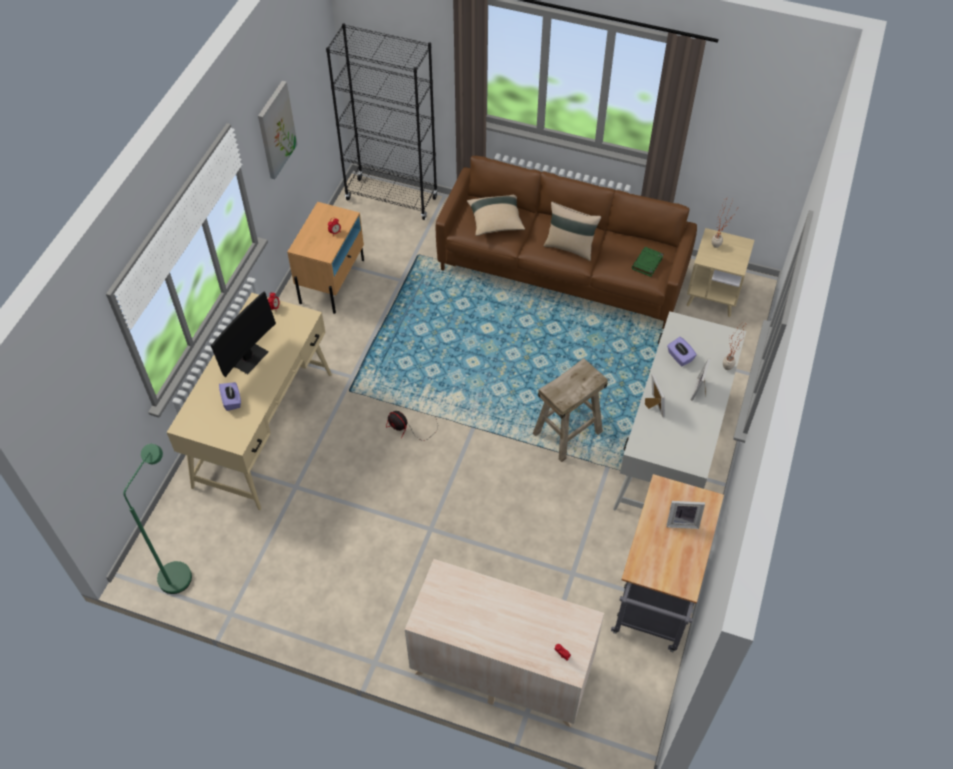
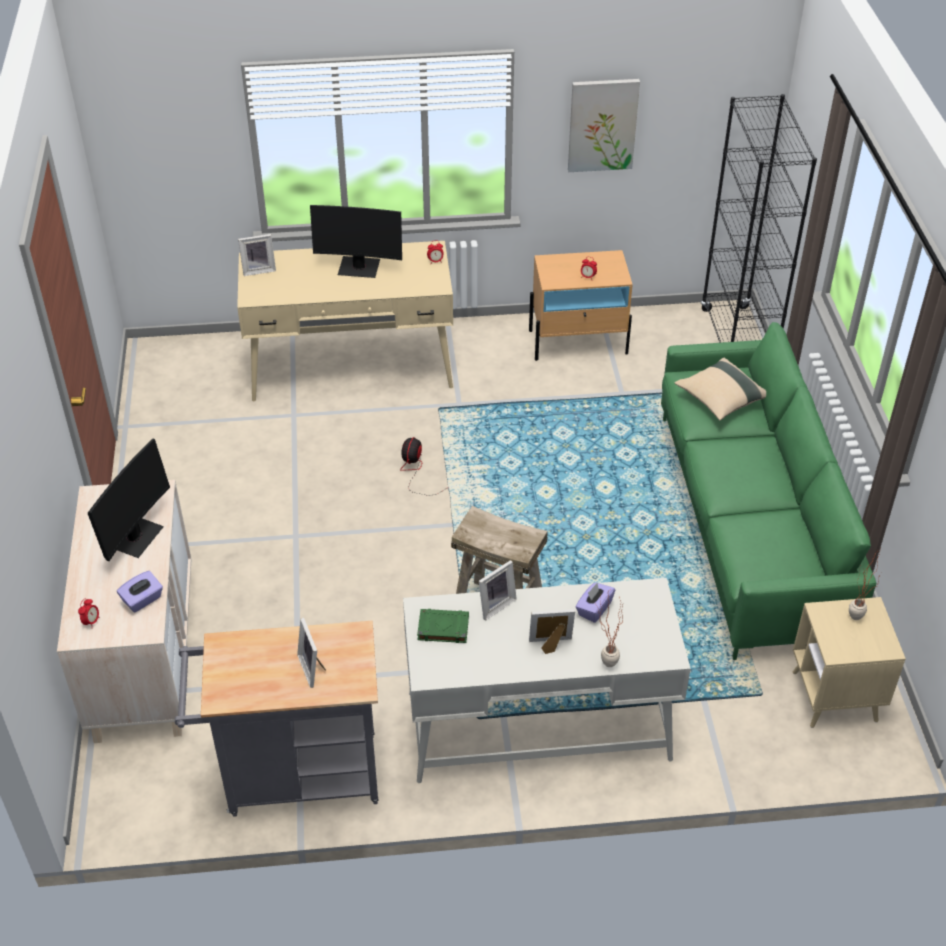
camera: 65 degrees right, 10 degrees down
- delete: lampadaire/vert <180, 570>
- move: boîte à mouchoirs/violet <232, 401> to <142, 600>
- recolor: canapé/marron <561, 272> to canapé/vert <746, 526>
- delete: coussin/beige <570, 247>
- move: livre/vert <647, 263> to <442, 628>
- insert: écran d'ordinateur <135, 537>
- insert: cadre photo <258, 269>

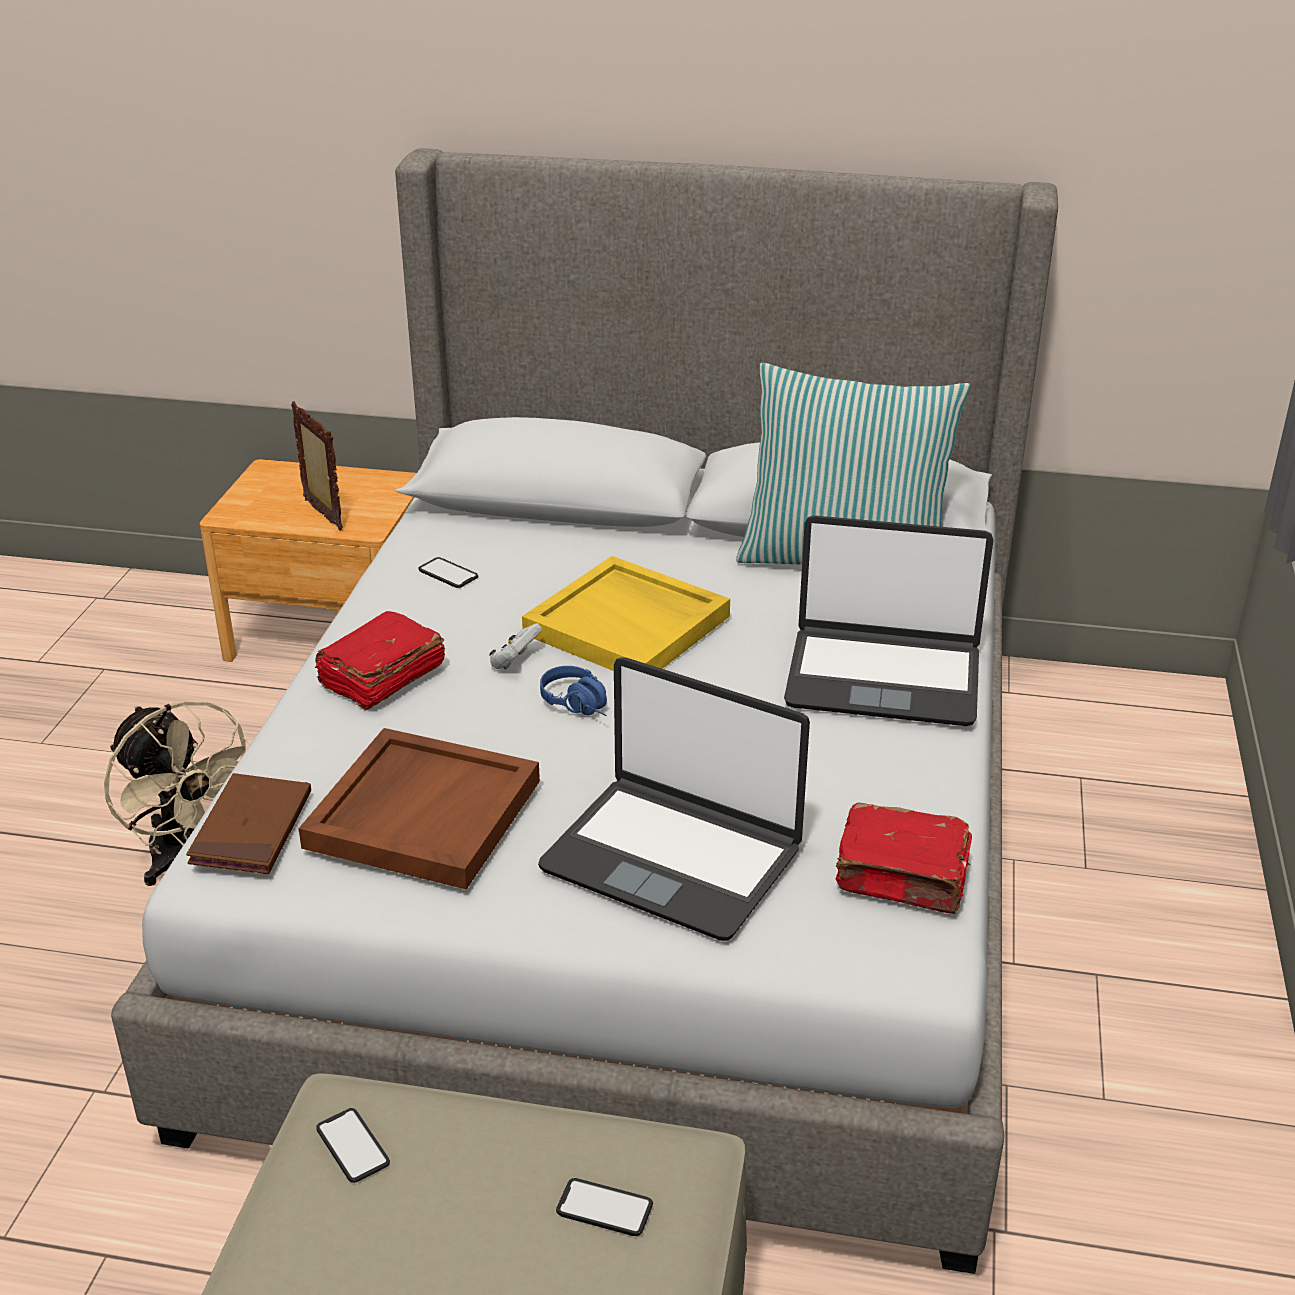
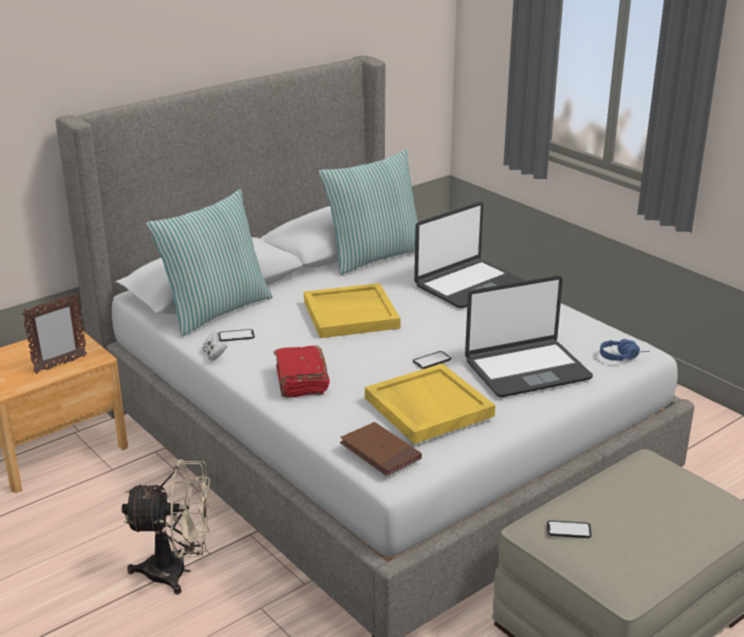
camera: 50 degrees left, 5 degrees down
- rotate: cadre photo <322, 515> = <60, 364> 135 degrees clockwise
- recolor: plateau/marron <423, 812> to plateau/jaune <427, 407>
- move: manette/blanc <515, 661> to <214, 355>
- move: casque audio/bleu <581, 705> to <623, 357>
- move: téléphone <604, 1208> to <432, 360>
- delete: livre/rouge <903, 878>
- insert: coussin <215, 310>

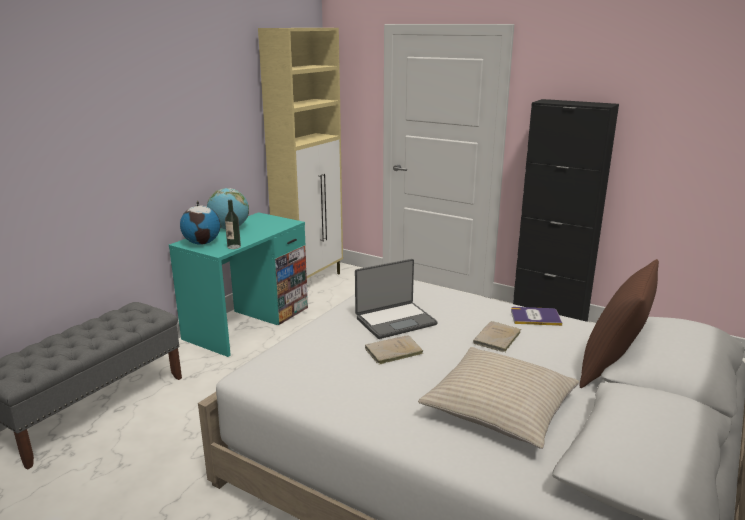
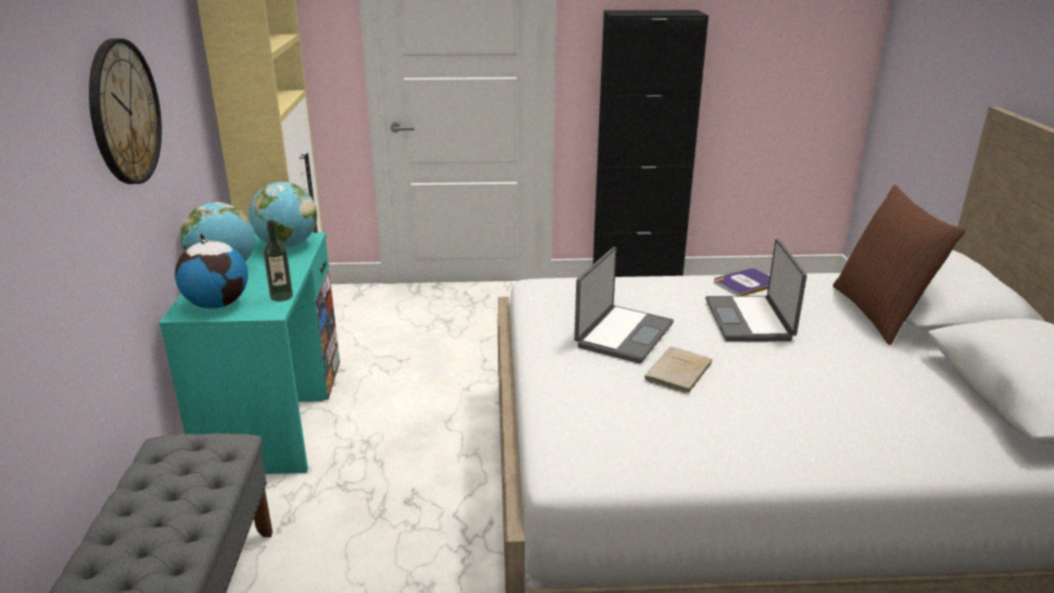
camera: 35 degrees left, 5 degrees up
- delete: coussin/beige <499, 408>
- replace: livre/beige <496, 339> to ordinateur portable <750, 320>
- insert: horloge murale <124, 112>
- insert: globe <287, 245>

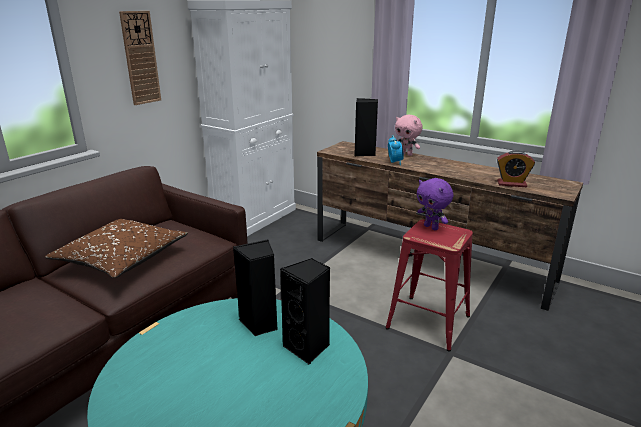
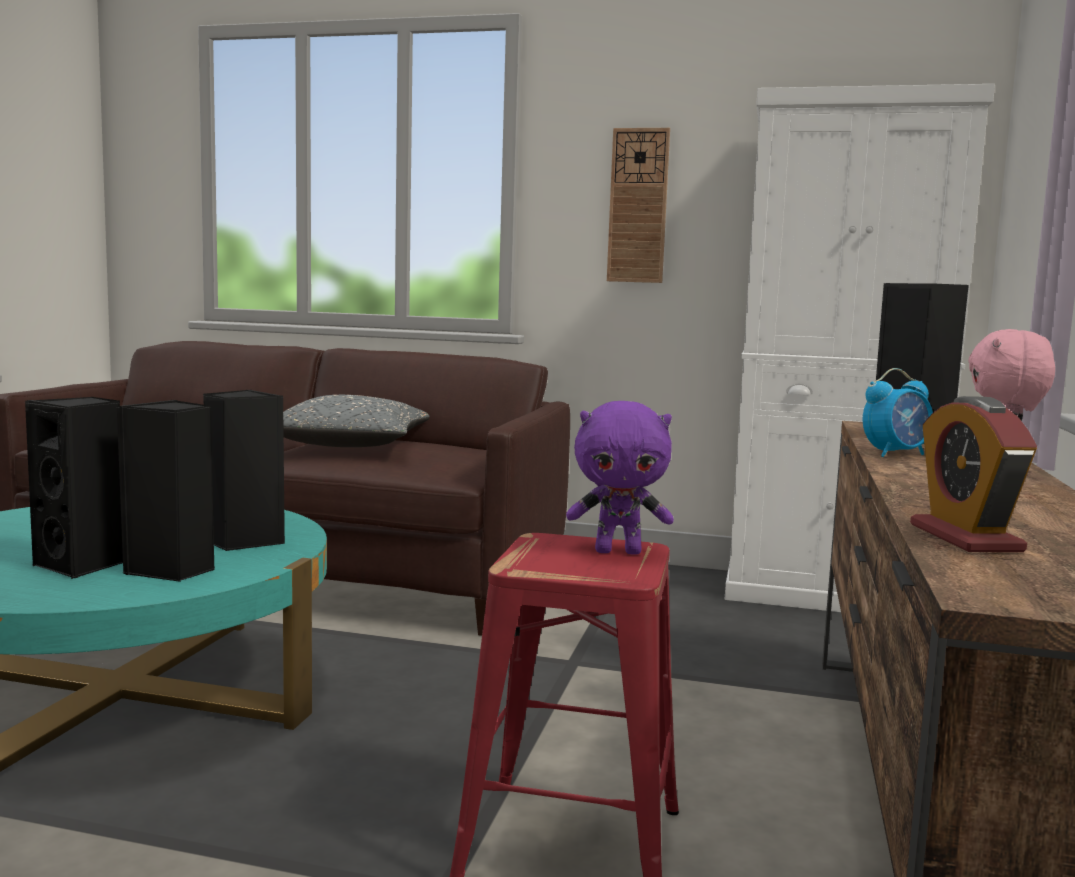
camera: 70 degrees right, 15 degrees down
- recolor: coussin/marron <121, 259> to coussin/gris <349, 445>
- rotate: peluche/violet <431, 227> = <618, 551> 120 degrees counterclockwise
- insert: enceinte/noir <82, 565>

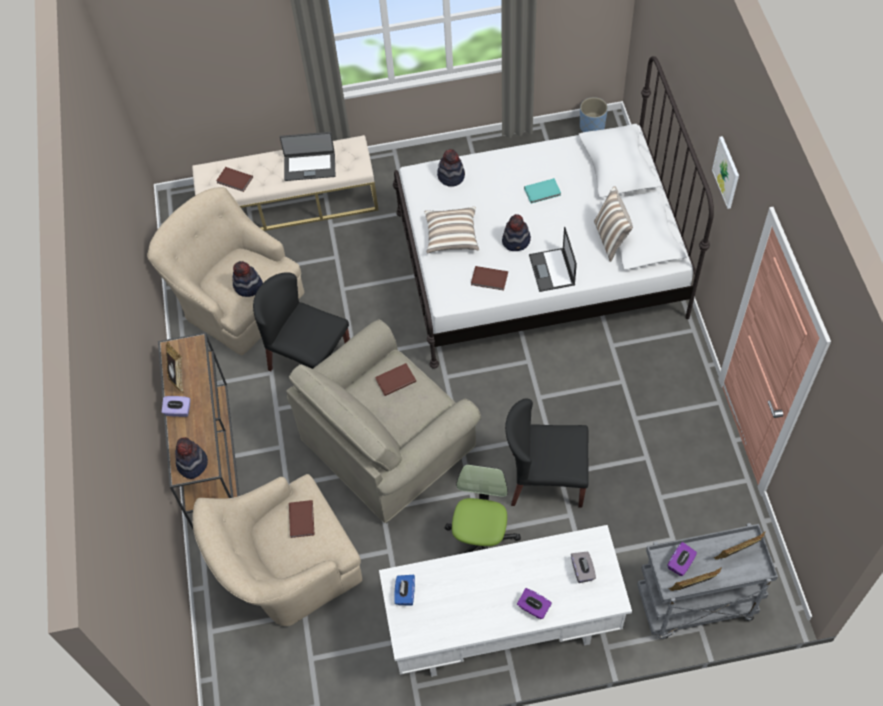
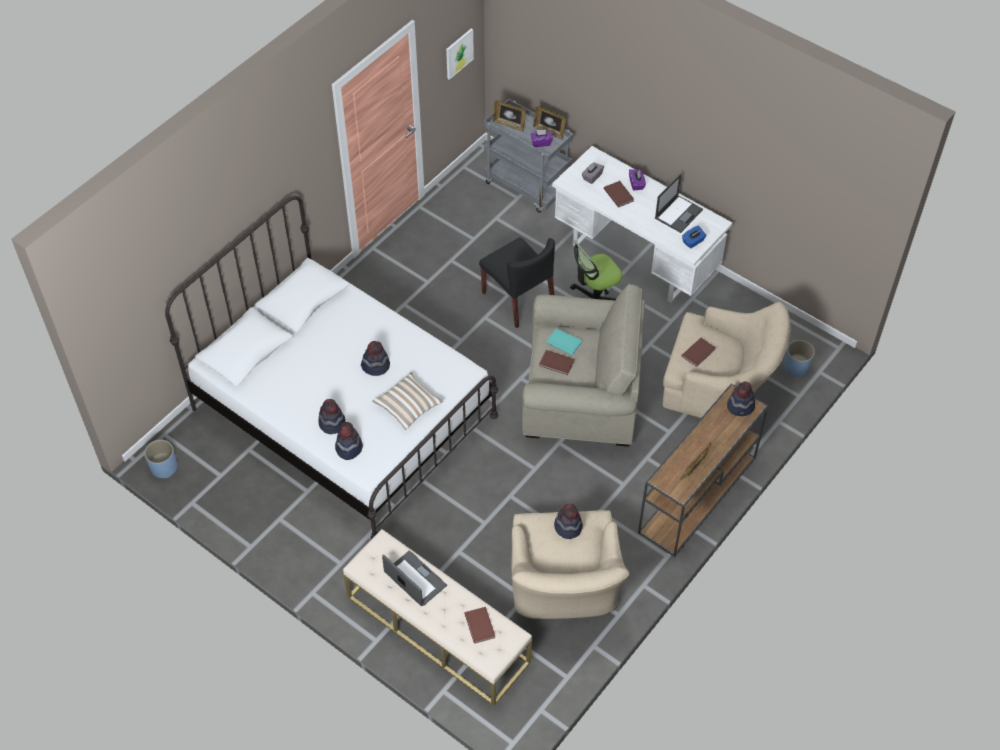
camera: 135 degrees left, 5 degrees down
- delete: boîte à mouchoirs/violet <178, 411>
- delete: chaise/noir <309, 360>
- move: livre/marron <489, 279> to <619, 194>
- move: livre/turquoise <543, 192> to <564, 342>
- move: ordinateur portable <552, 270> to <678, 213>
- delete: coussin <611, 239>
- move: tableau <726, 172> to <459, 53>
- insert: chapeau <332, 423>
- insert: cache-pot/bleu <796, 368>

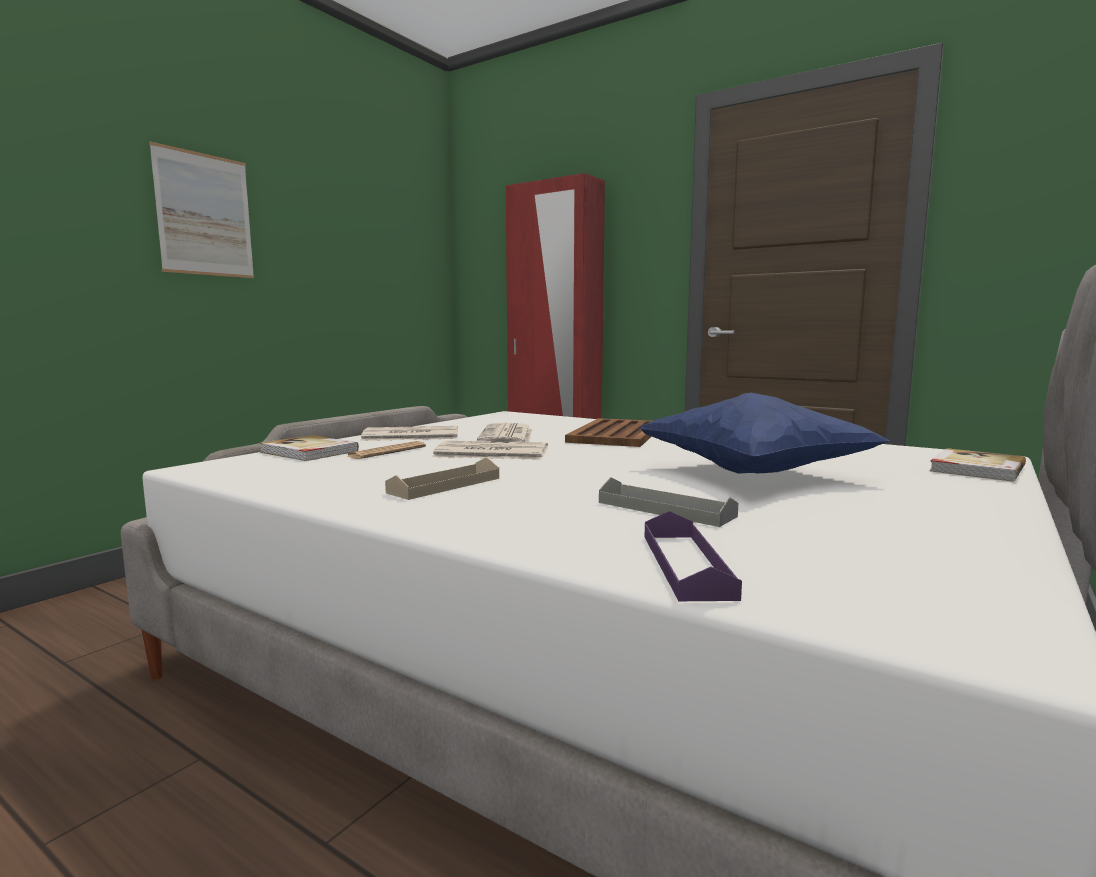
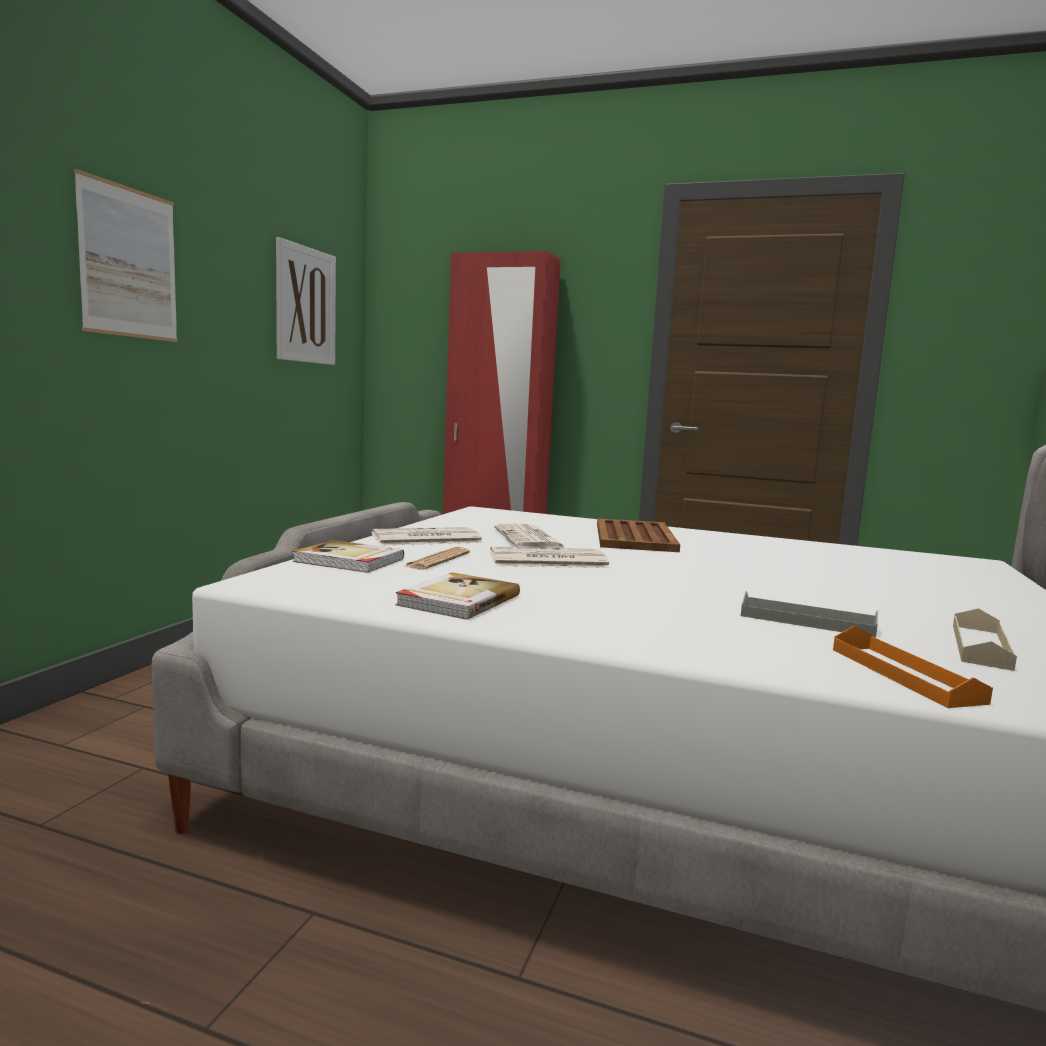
camera: 15 degrees left, 0 degrees up
- move: plateau/beige <445, 485> to <980, 646>
- delete: coussin/bleu <755, 474>
- recolor: plateau/violet <686, 564> to plateau/orange <904, 675>
- move: livre <975, 469> to <457, 600>
- insert: tableau <305, 305>

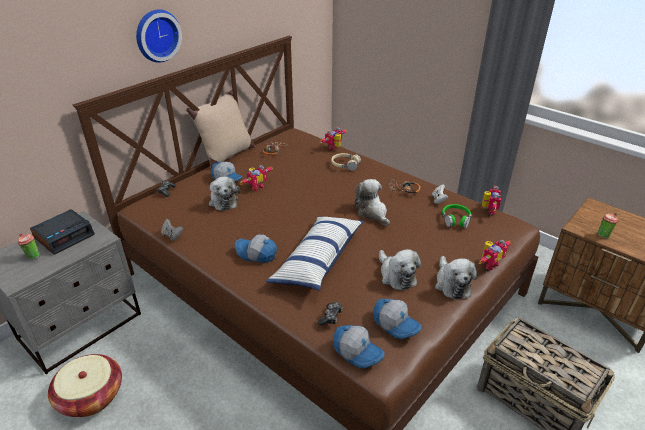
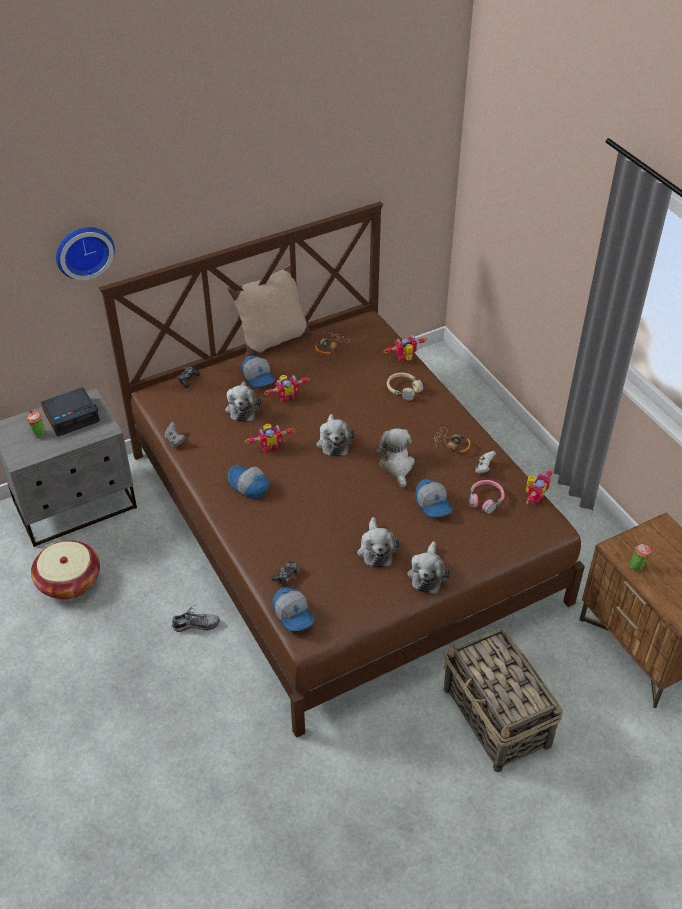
camera: 20 degrees right, 10 degrees up
- move: horloge murale <156, 35> to <83, 250>
- delete: coussin <318, 260>
- move: casquette <396, 324> to <433, 504>
- recolor: casque audio/vert <455, 219> to casque audio/rose <485, 500>
- move: robot jouet <489, 264> to <270, 446>
- insert: chaussure <196, 625>
- insert: peluche <334, 442>

